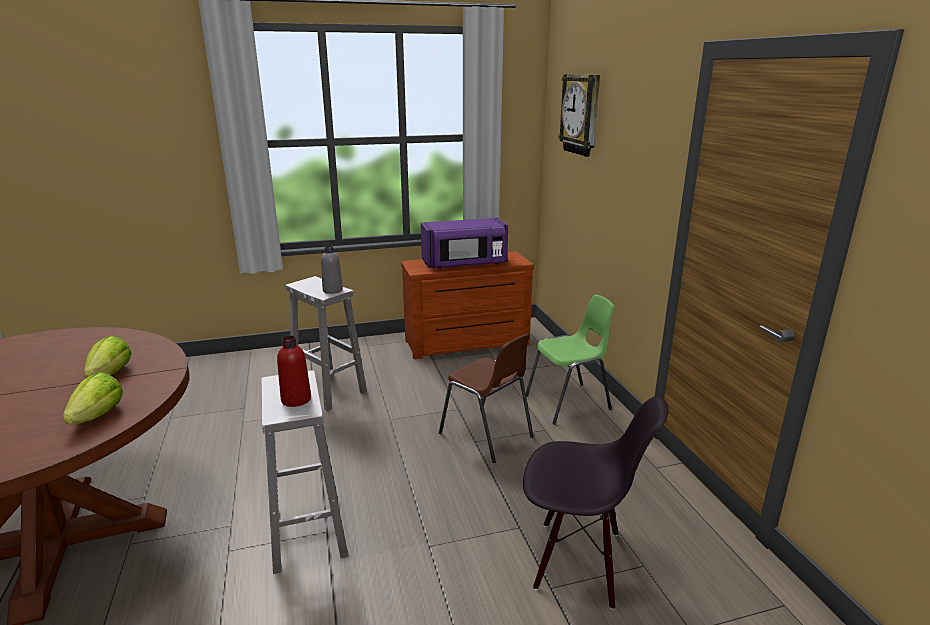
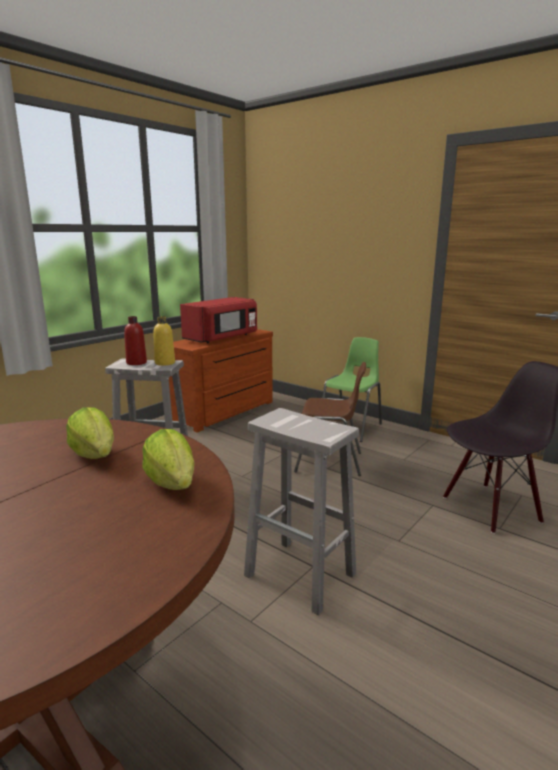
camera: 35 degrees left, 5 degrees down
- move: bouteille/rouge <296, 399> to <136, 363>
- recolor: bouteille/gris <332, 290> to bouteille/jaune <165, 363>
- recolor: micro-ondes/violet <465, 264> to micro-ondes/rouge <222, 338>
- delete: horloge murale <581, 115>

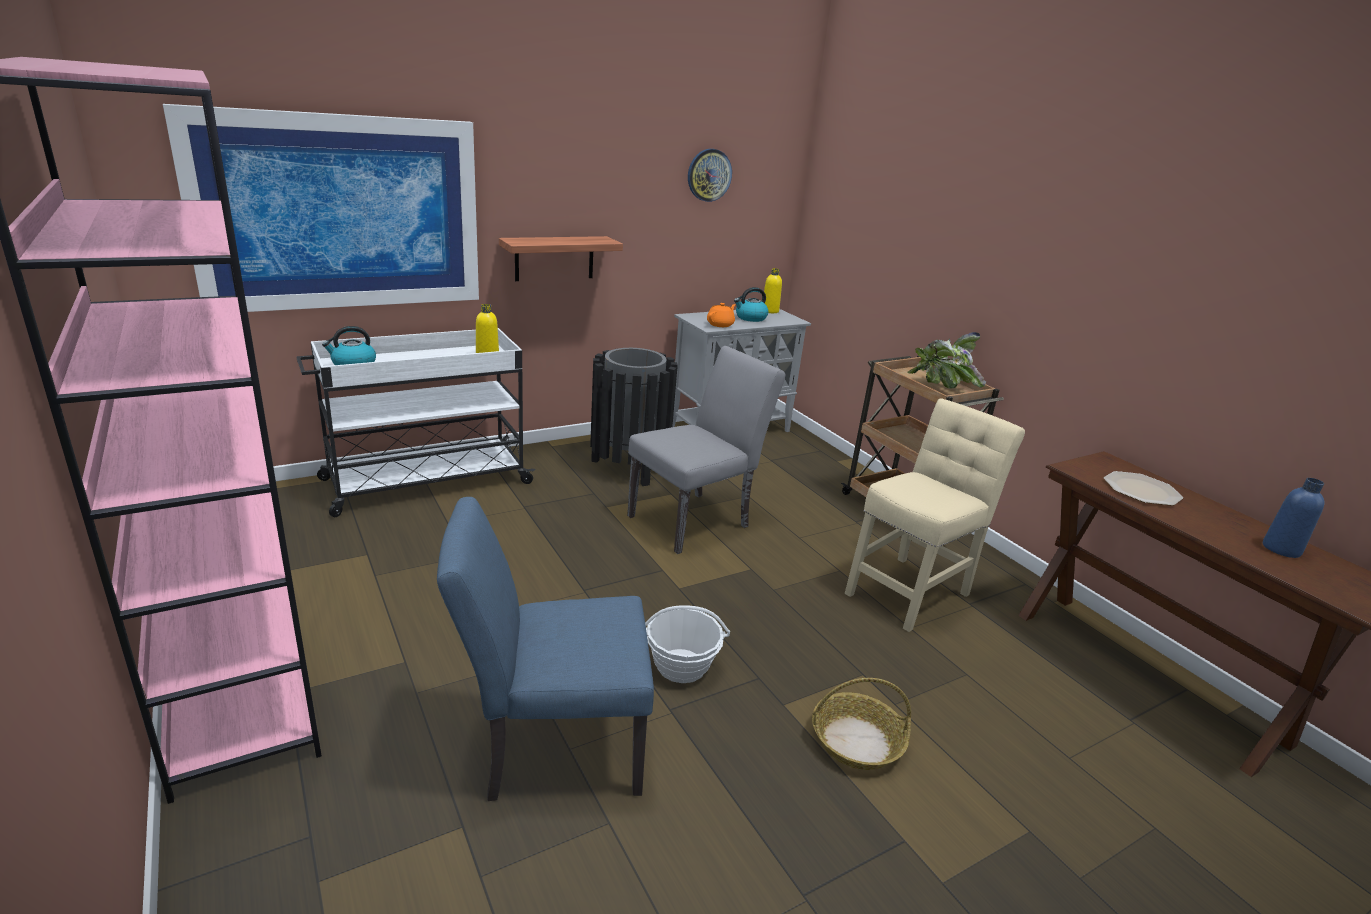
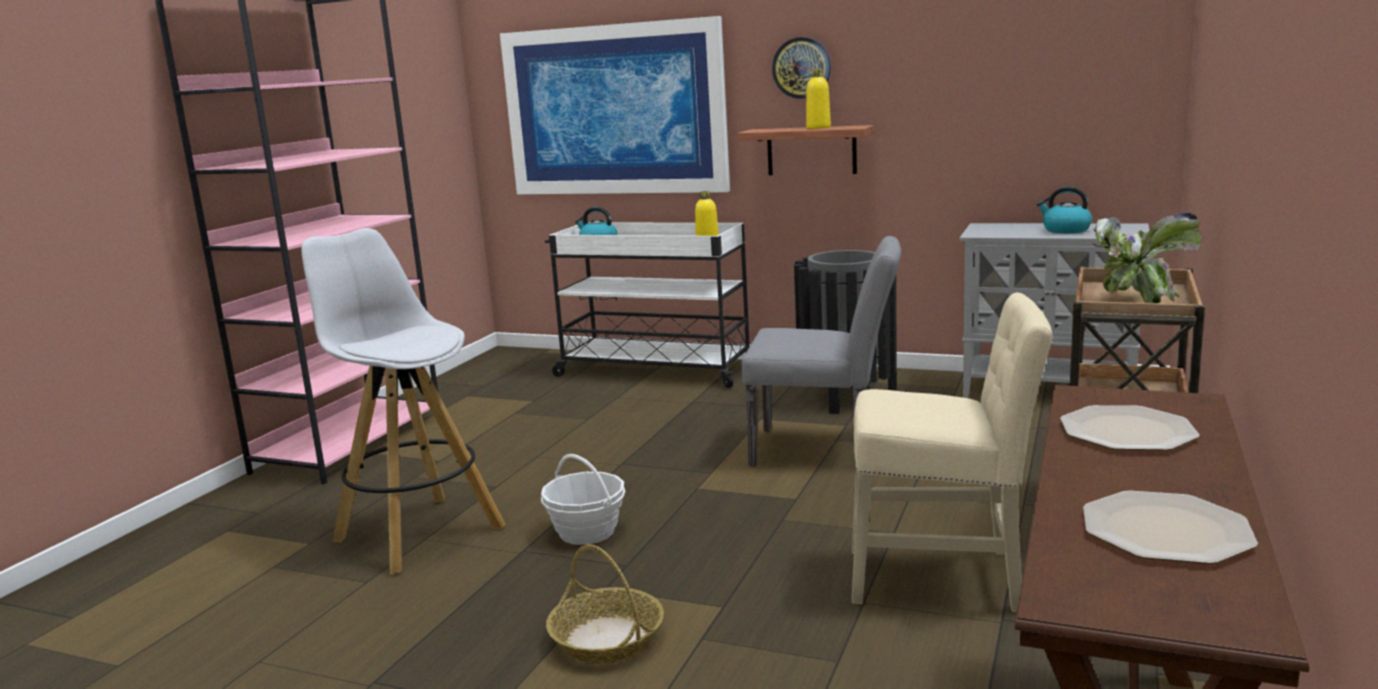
camera: 55 degrees right, 10 degrees down
- replace: chaise/bleu <550, 747> to tabouret/blanc <417, 533>
- move: horloge murale <709, 175> to <801, 68>
- delete: théière/orange <720, 324>
- move: bouteille/jaune <770, 311> to <818, 127>
- replace: bouteille/bleu <1281, 549> to assiette <1166, 531>

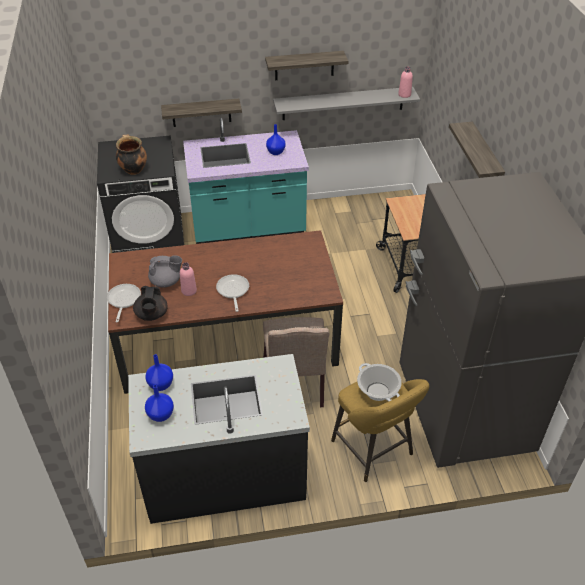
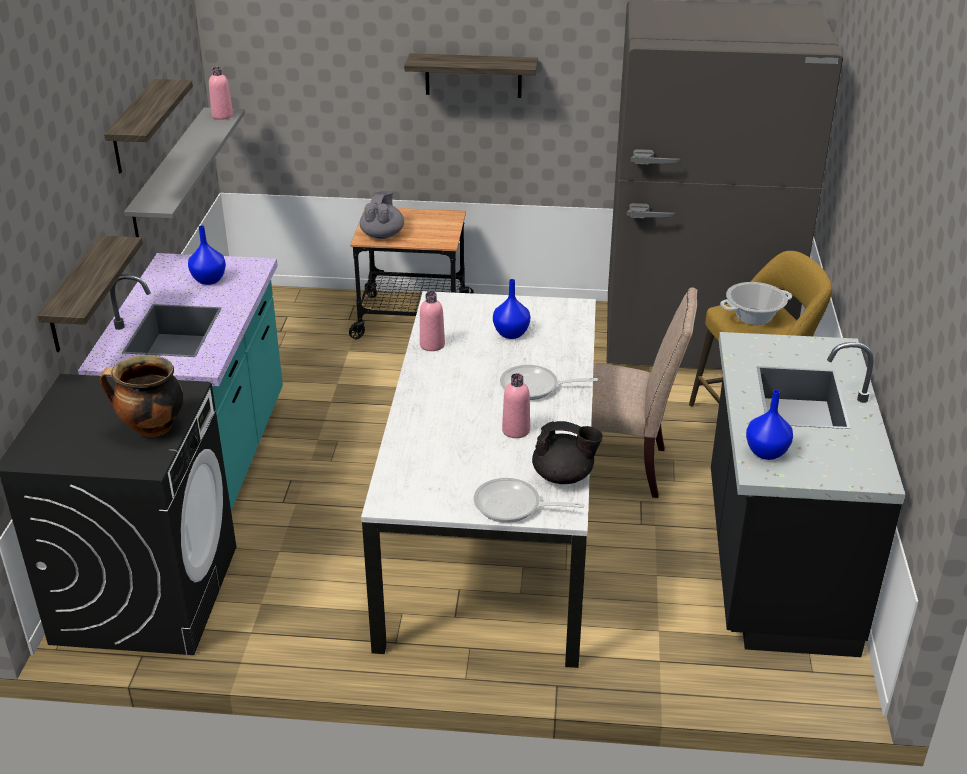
camera: 75 degrees left, 10 degrees down
- recolor: table à manger/marron <227, 341> to table à manger/blanc <493, 524>
- move: vase/bleu <160, 415> to <511, 334>
- move: théière/gris <166, 282> to <382, 234>
- insert: bouteille/rose <432, 345>

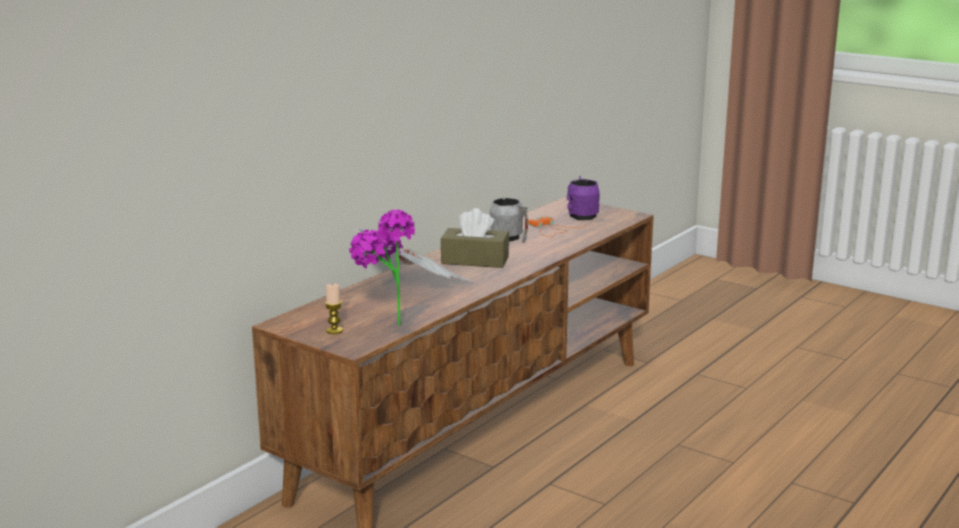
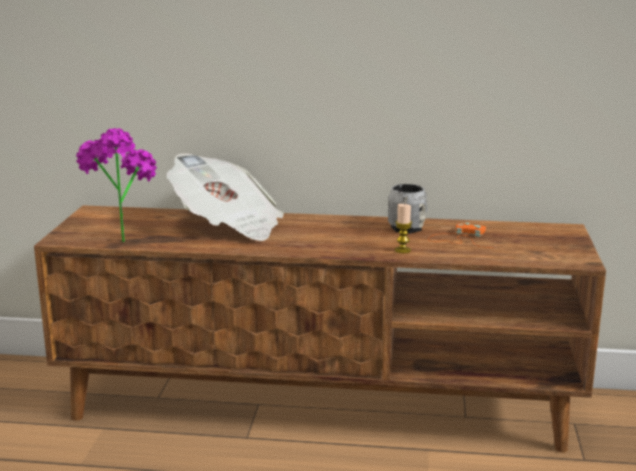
camera: 60 degrees right, 0 degrees up
- move: bougie <334, 331> to <402, 250>
- delete: boîte à mouchoirs/marron <475, 260>
- delete: mug/violet <582, 215>

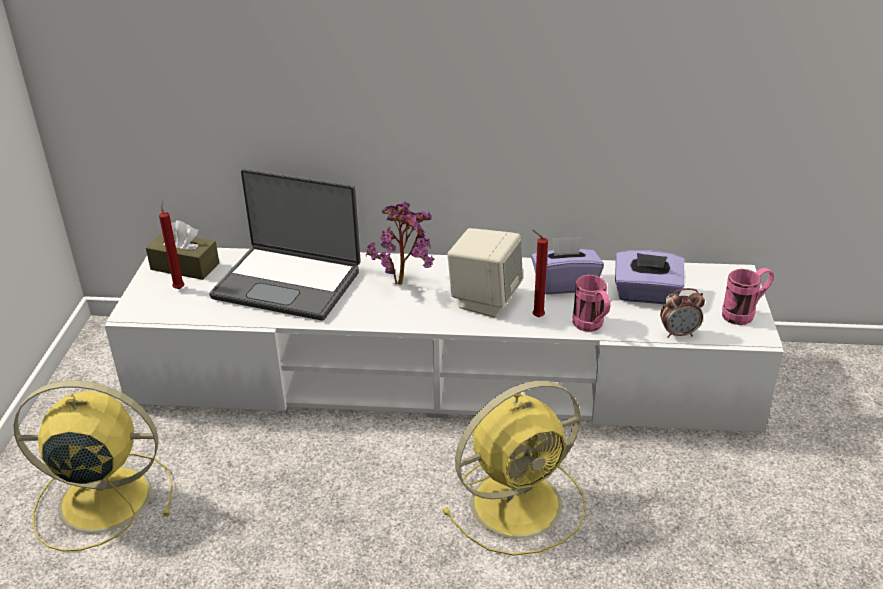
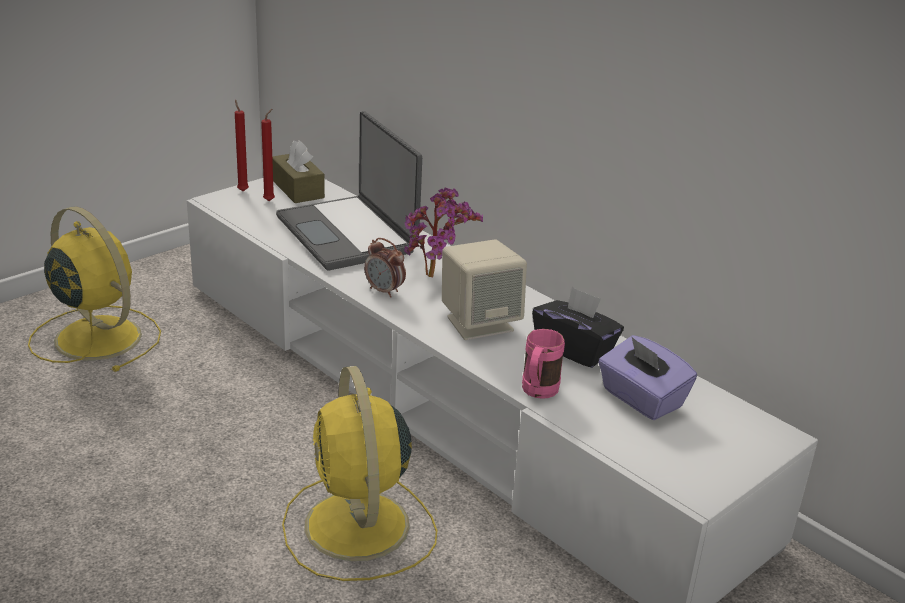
camera: 40 degrees right, 5 degrees down
- rotate: ventilateur/jaune <519, 502> = <358, 528> 60 degrees clockwise
- recolor: boîte à mouchoirs/violet <564, 284> to boîte à mouchoirs/noir <574, 349>
- move: bougie/rouge <536, 316> to <242, 190>
- move: réveil <679, 333> to <384, 291>
- delete: mug/rose <744, 314>

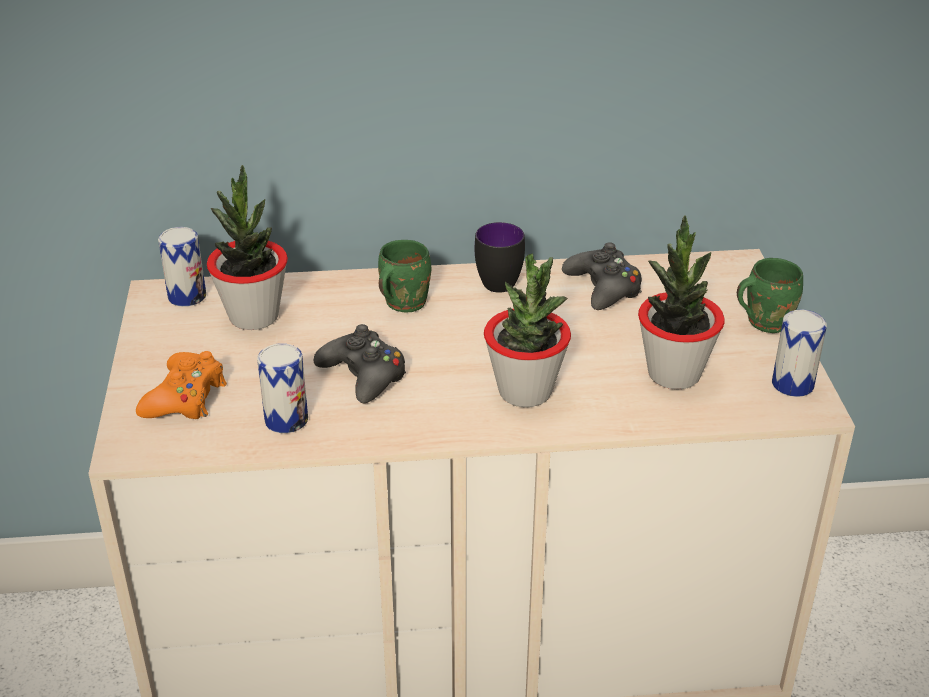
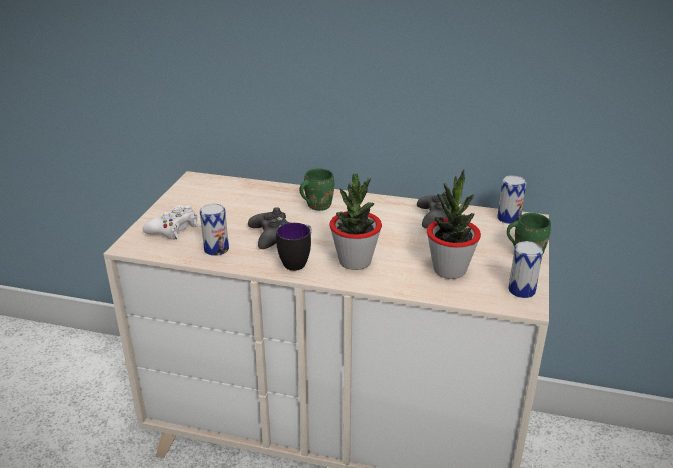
camera: 20 degrees right, 5 degrees down
- recolor: manette/orange <185, 398> to manette/blanc <173, 229>
- move: boîte métallique <187, 296> to <508, 218>
- delete: plante en pot <253, 316>
- move: mug <500, 279> to <298, 261>

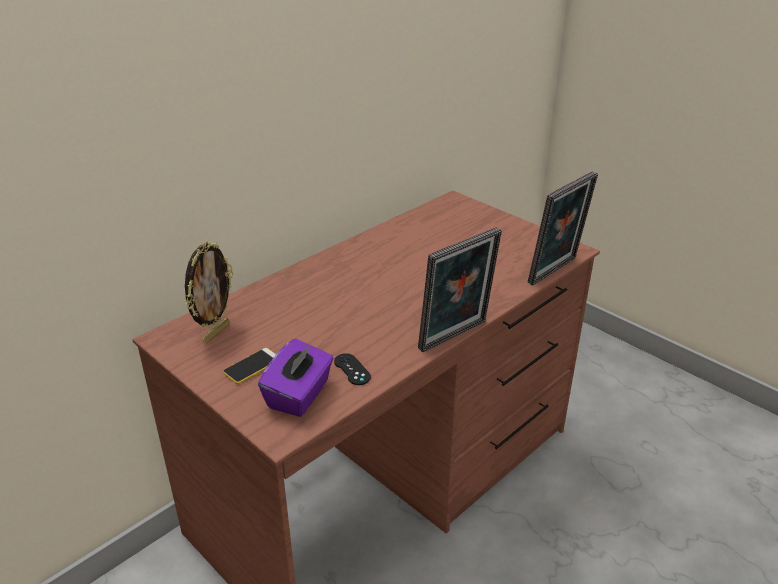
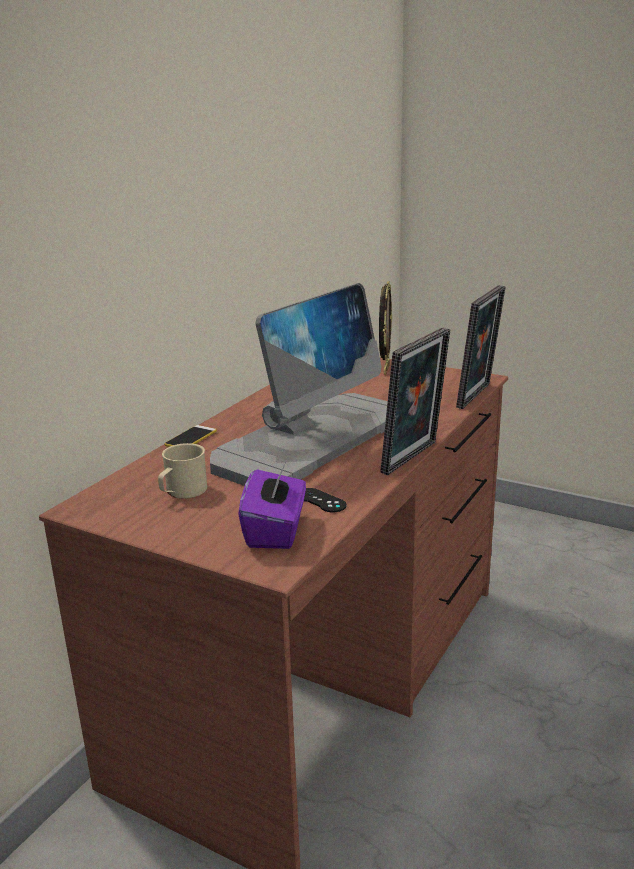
camera: 15 degrees left, 10 degrees down
- move: cadre photo <215, 333> to <385, 369>
- move: téléphone <252, 366> to <191, 438>
- insert: mug/beige <182, 492>
- insert: écran d'ordinateur <311, 440>

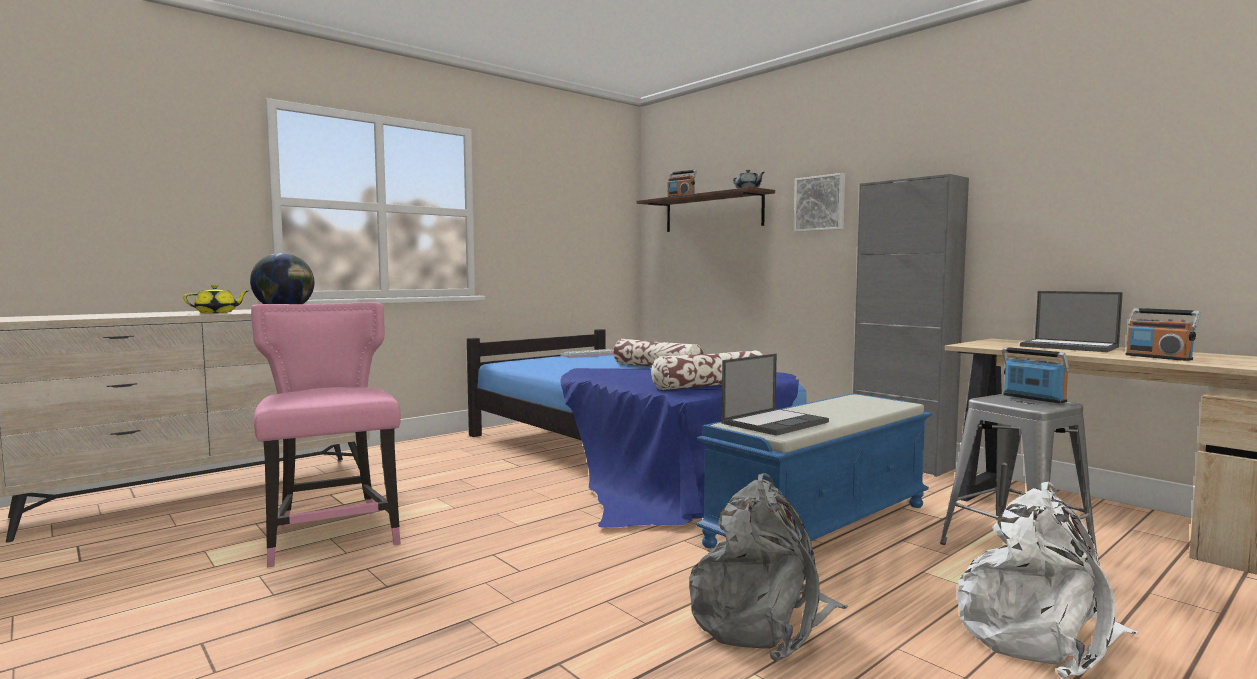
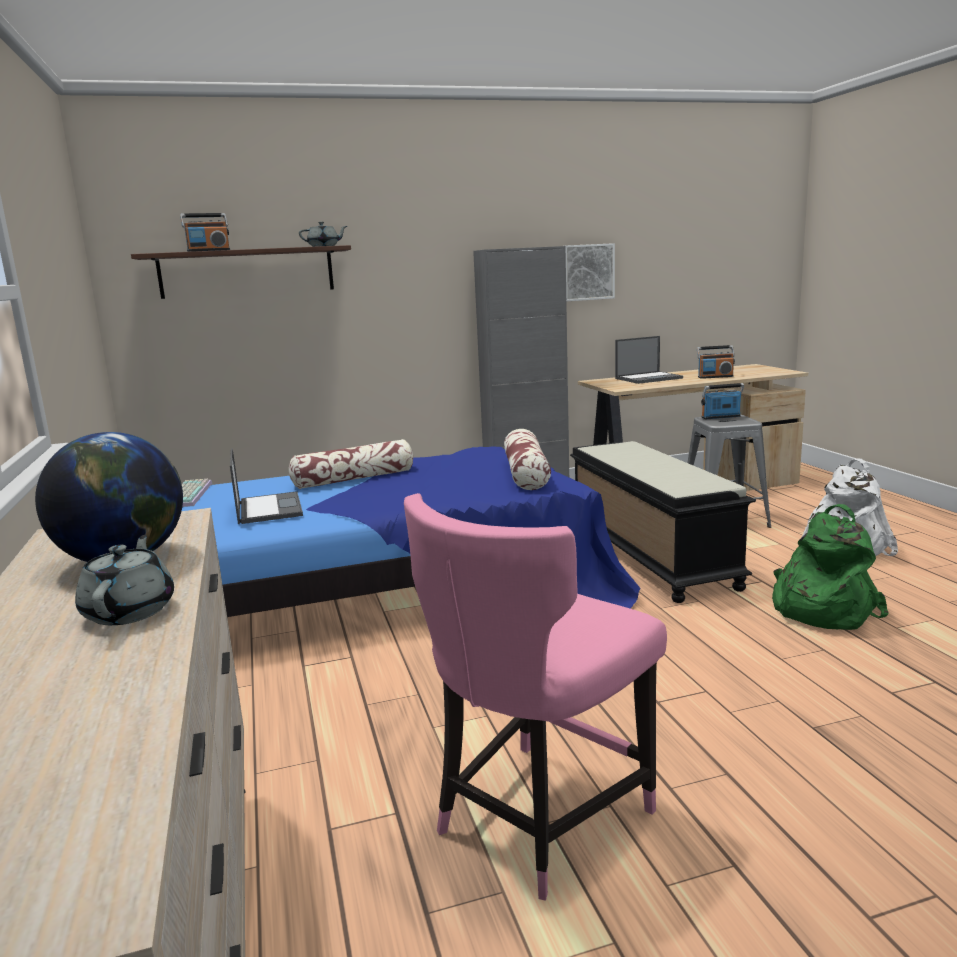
camera: 65 degrees left, 10 degrees up
- recolor: théière/jaune <217, 312> to théière/gris <130, 611>
- rotate: chaise/rose <333, 535> = <537, 819> 45 degrees counterclockwise
- recolor: sac à dos/gris <763, 620> to sac à dos/vert <819, 609>
- recolor: banc/bleu <820, 523> to banc/noir <648, 555>
- move: ordinateur portable <775, 422> to <268, 508>
- move: tableau <820, 203> to <587, 272>

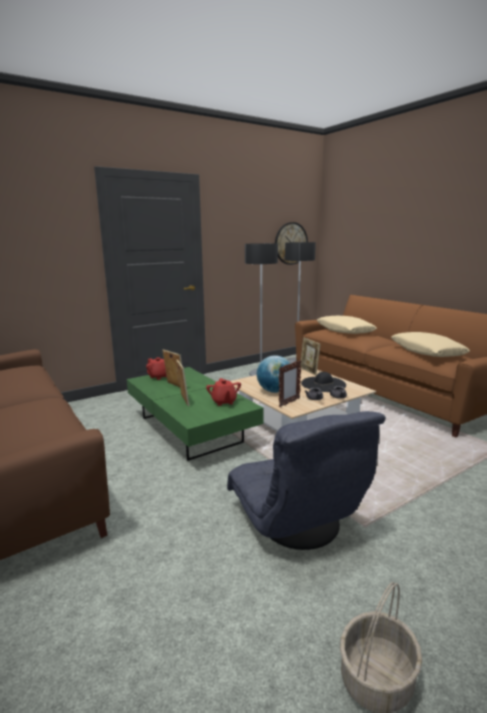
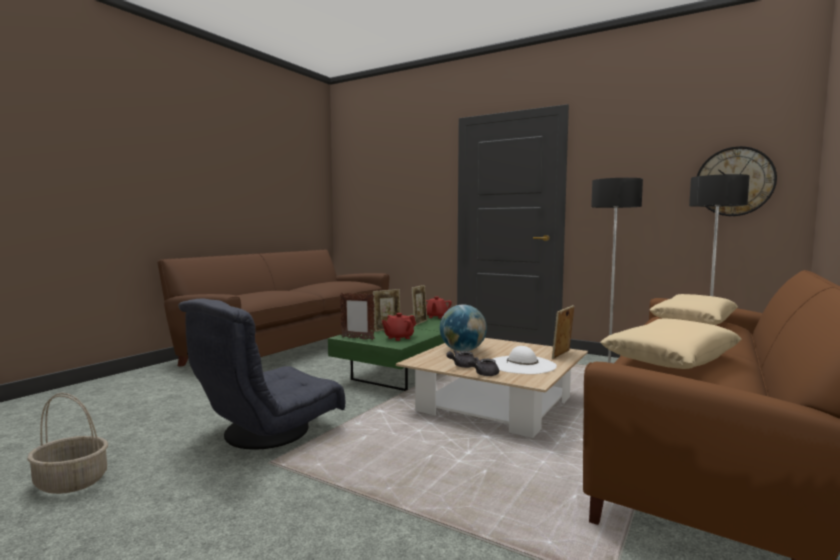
camera: 65 degrees right, 10 degrees down
- move: cadre photo <289, 403> to <357, 338>
- recolor: chapeau/noir <323, 384> to chapeau/blanc <522, 364>

